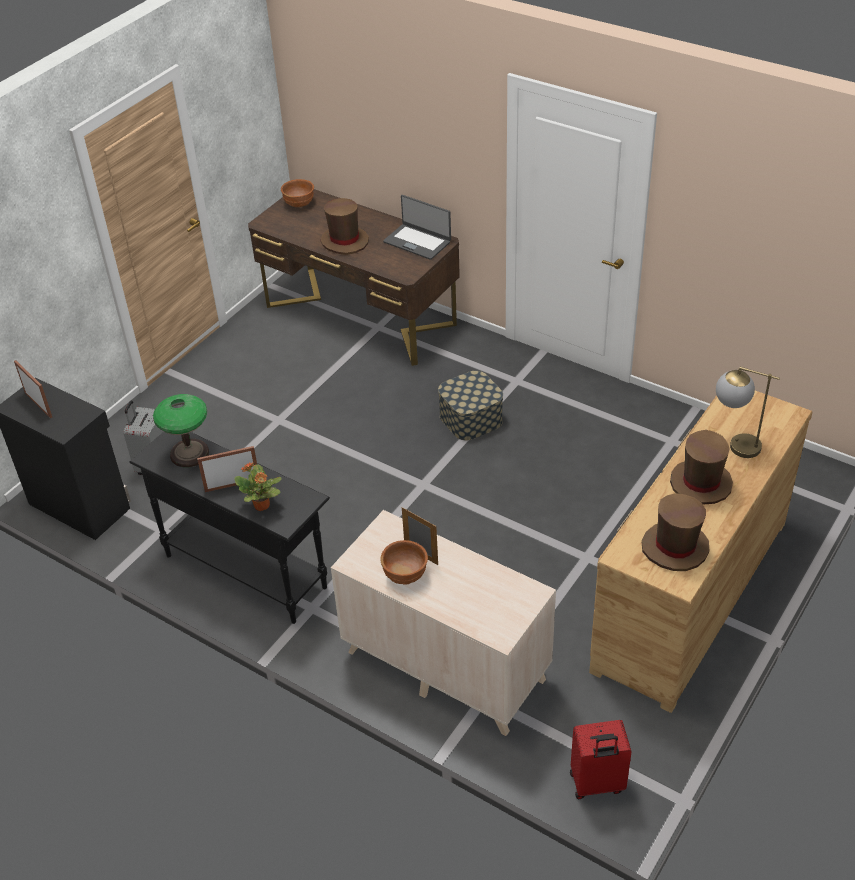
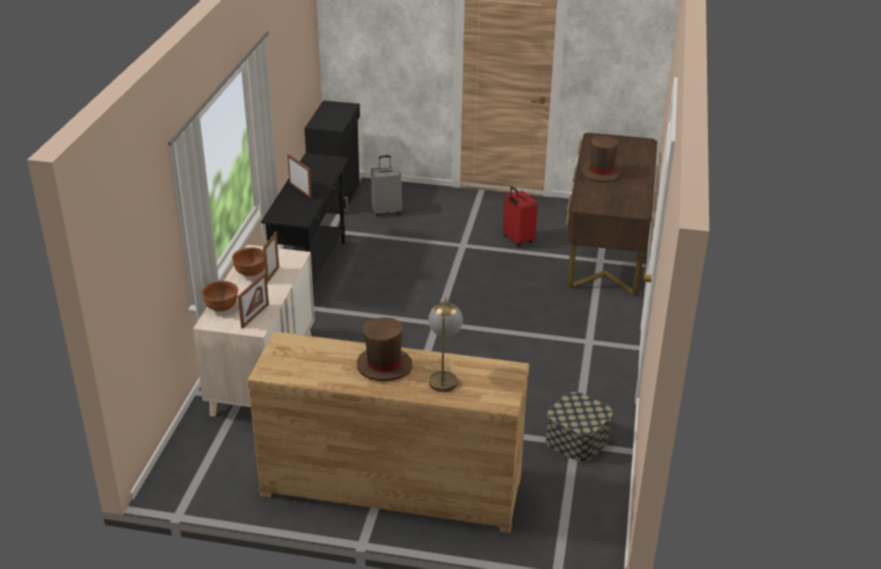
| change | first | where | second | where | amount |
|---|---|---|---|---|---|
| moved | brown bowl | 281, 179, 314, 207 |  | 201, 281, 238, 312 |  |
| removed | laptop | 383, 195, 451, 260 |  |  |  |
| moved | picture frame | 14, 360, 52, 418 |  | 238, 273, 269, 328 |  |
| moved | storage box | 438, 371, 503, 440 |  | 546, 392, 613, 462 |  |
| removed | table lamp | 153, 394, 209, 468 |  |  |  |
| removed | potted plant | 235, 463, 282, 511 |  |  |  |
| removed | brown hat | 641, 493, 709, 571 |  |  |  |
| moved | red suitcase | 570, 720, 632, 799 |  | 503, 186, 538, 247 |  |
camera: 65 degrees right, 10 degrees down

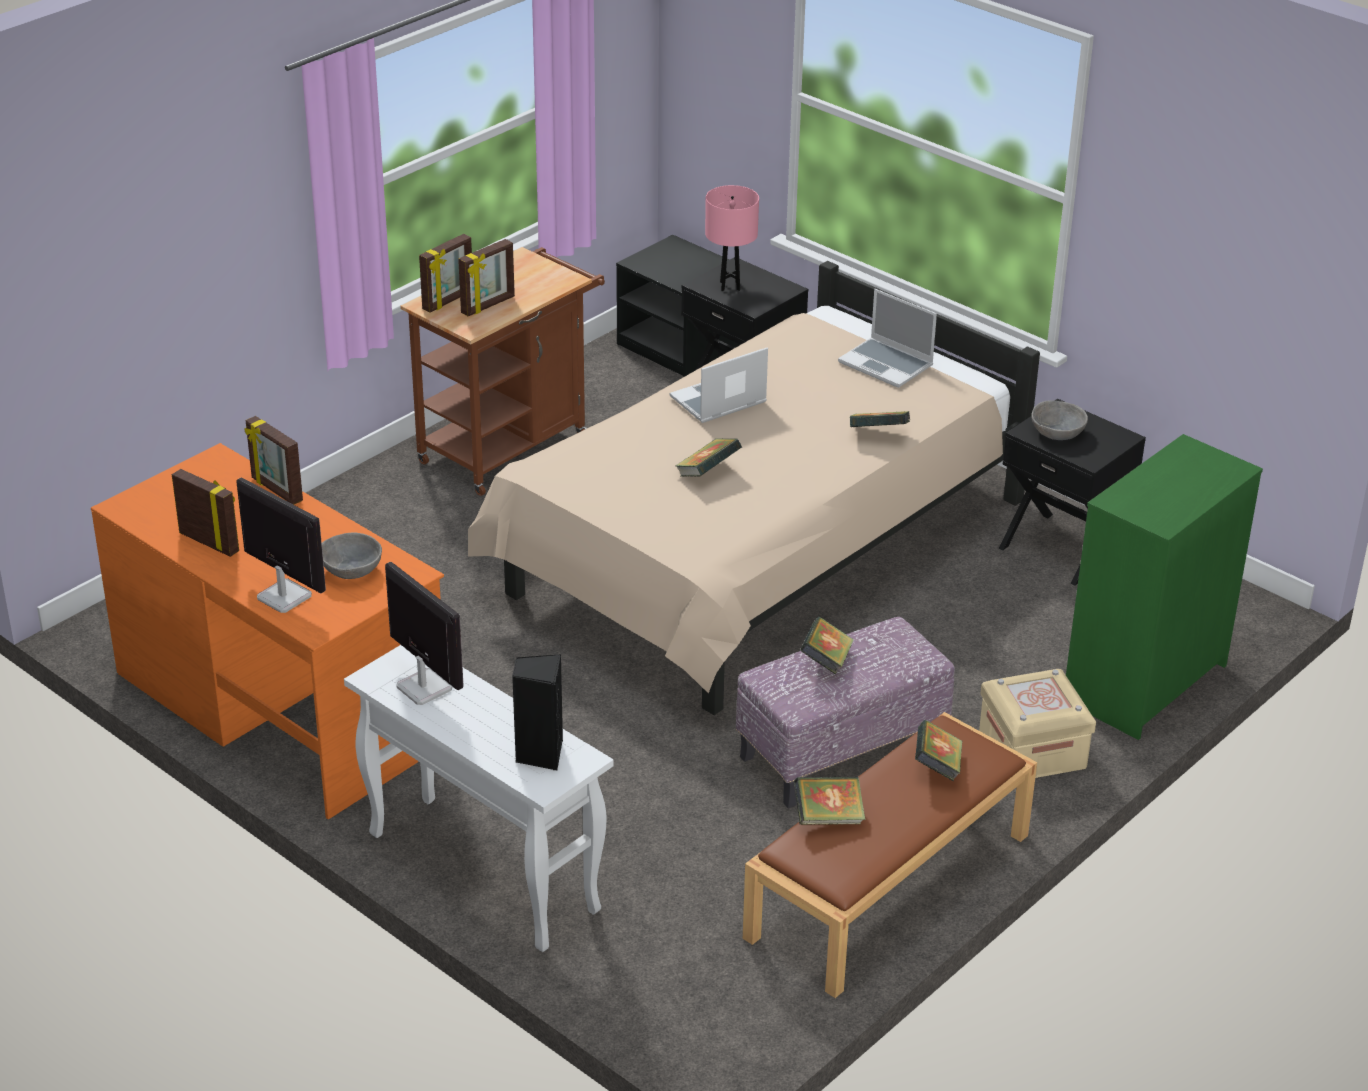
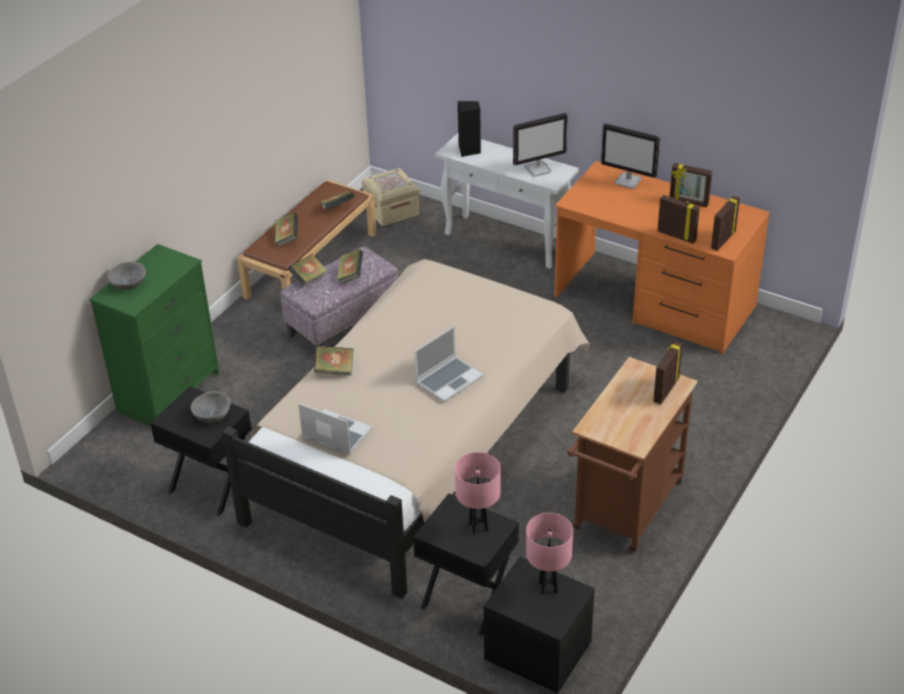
| change | first | where | second | where | amount |
|---|---|---|---|---|---|
| moved | picture frame | 458, 239, 515, 316 |  | 711, 196, 740, 251 |  |
| moved | book | 676, 439, 742, 477 |  | 288, 254, 328, 286 |  |
| moved | grey bowl | 322, 533, 382, 579 |  | 108, 261, 146, 290 |  |
| turned | monitor | 385, 562, 464, 705 |  | 513, 113, 568, 177 | 60 degrees counterclockwise |
| moved | beige storage box | 979, 669, 1096, 778 |  | 362, 168, 420, 226 |  |
| added |  |  | pink table lamp | 526, 513, 573, 595 |  |
camera: 170 degrees right, 5 degrees up

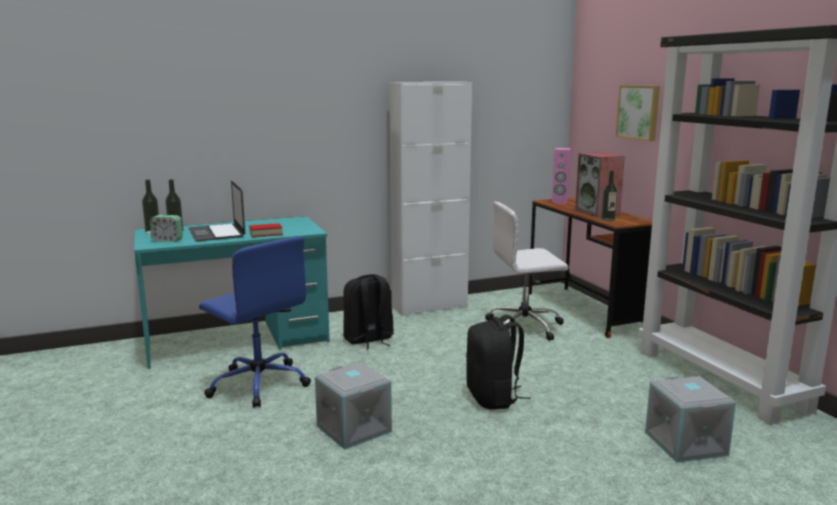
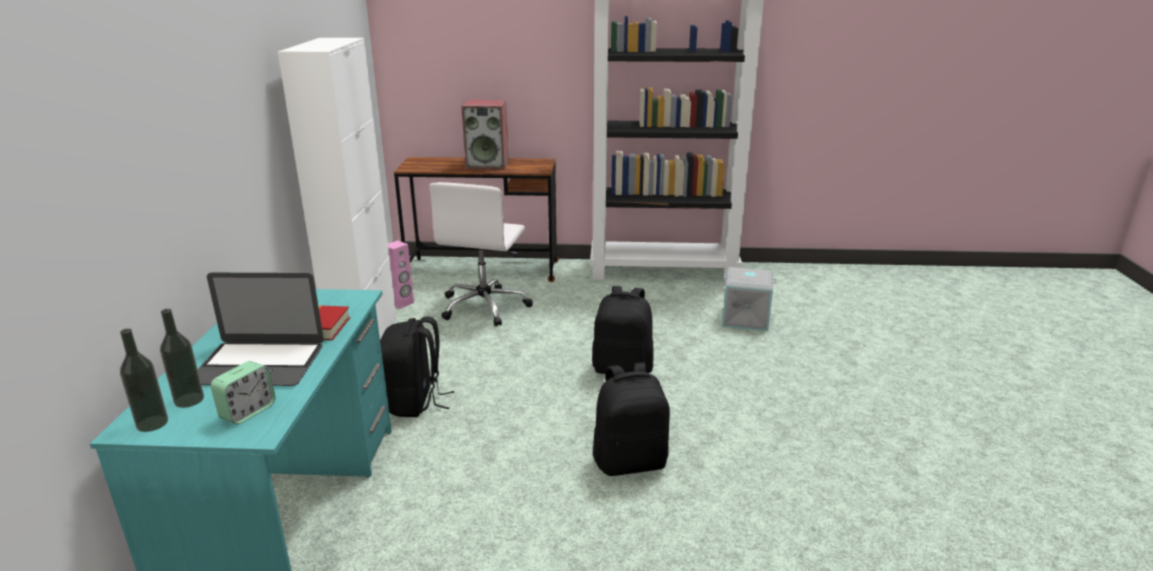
| change | first | where | second | where | amount |
|---|---|---|---|---|---|
| removed | picture | 616, 85, 660, 141 |  |  |  |
| moved | pink speaker | 552, 148, 570, 204 |  | 388, 240, 414, 309 |  |
| removed | bottle | 601, 170, 617, 221 |  |  |  |
| removed | blue office chair | 199, 237, 311, 408 |  |  |  |
| replaced | grey storage box | 315, 362, 392, 450 | black backpack | 593, 362, 670, 476 |  |
camera: 65 degrees left, 10 degrees up

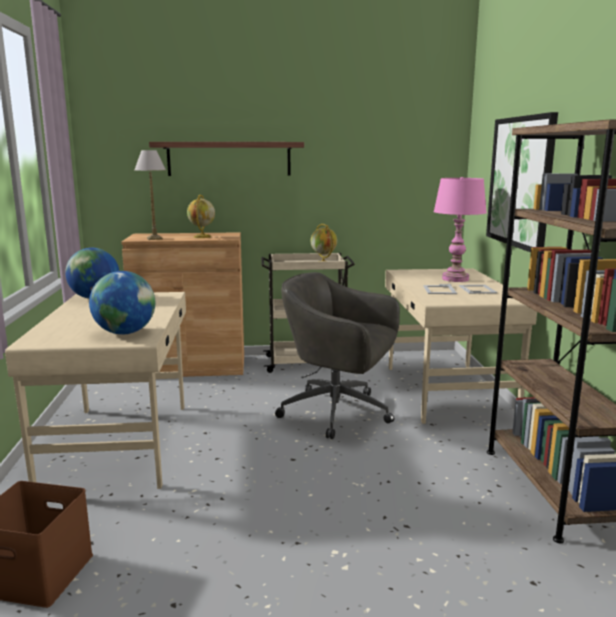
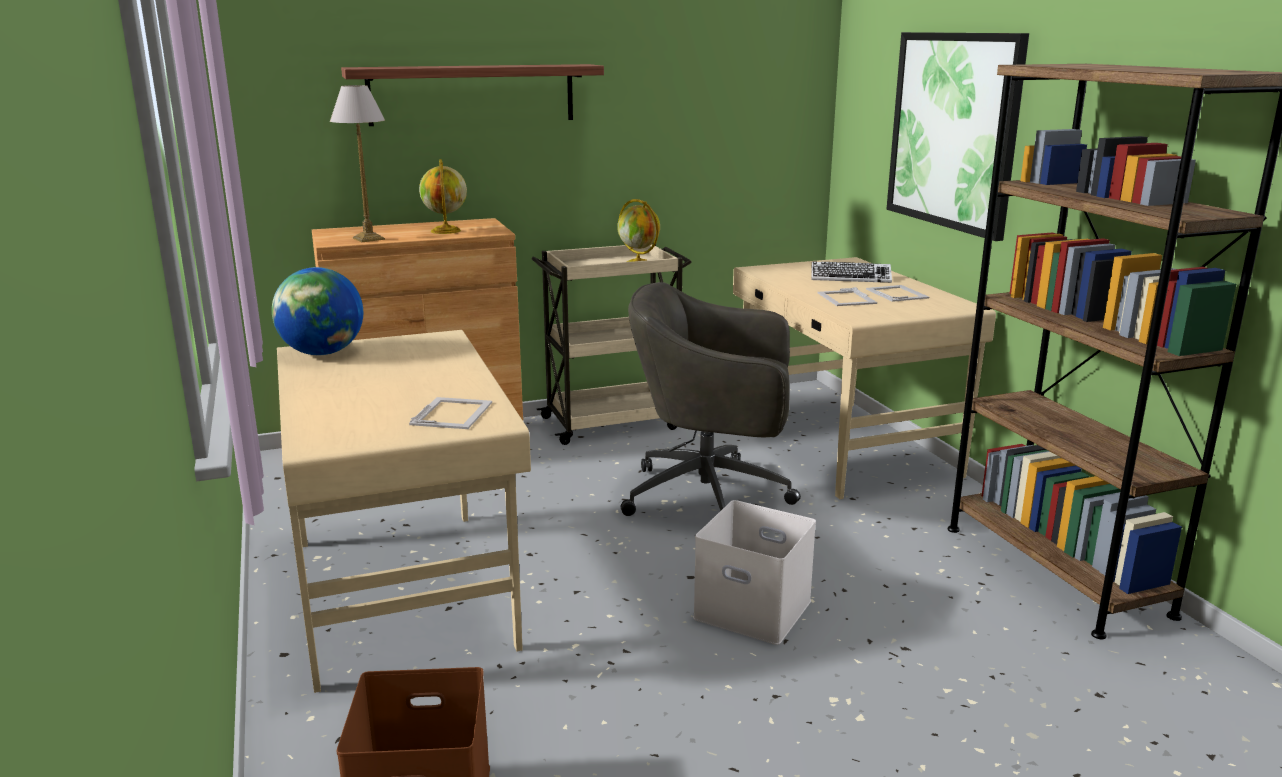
| change | first | where | second | where | amount |
|---|---|---|---|---|---|
| replaced | pink table lamp | 434, 177, 487, 282 | keyboard | 811, 261, 892, 283 |  |
| replaced | globe | 89, 271, 155, 334 | picture frame | 409, 397, 492, 429 |  |
| added |  |  | white storage box | 693, 500, 816, 645 |  |
camera: 15 degrees left, 5 degrees up

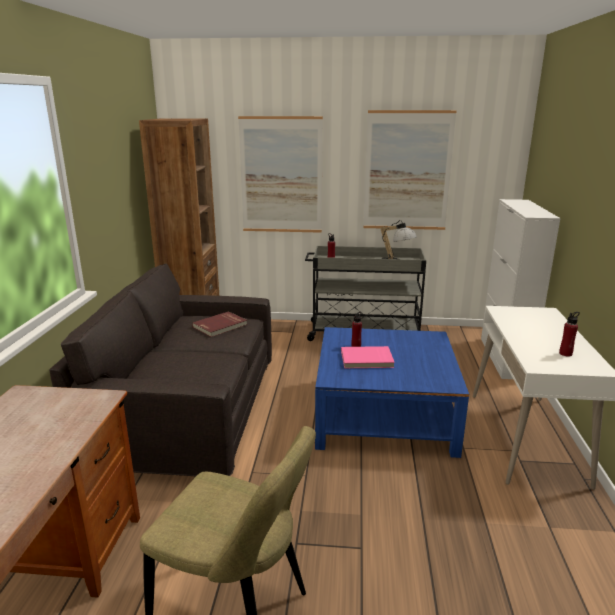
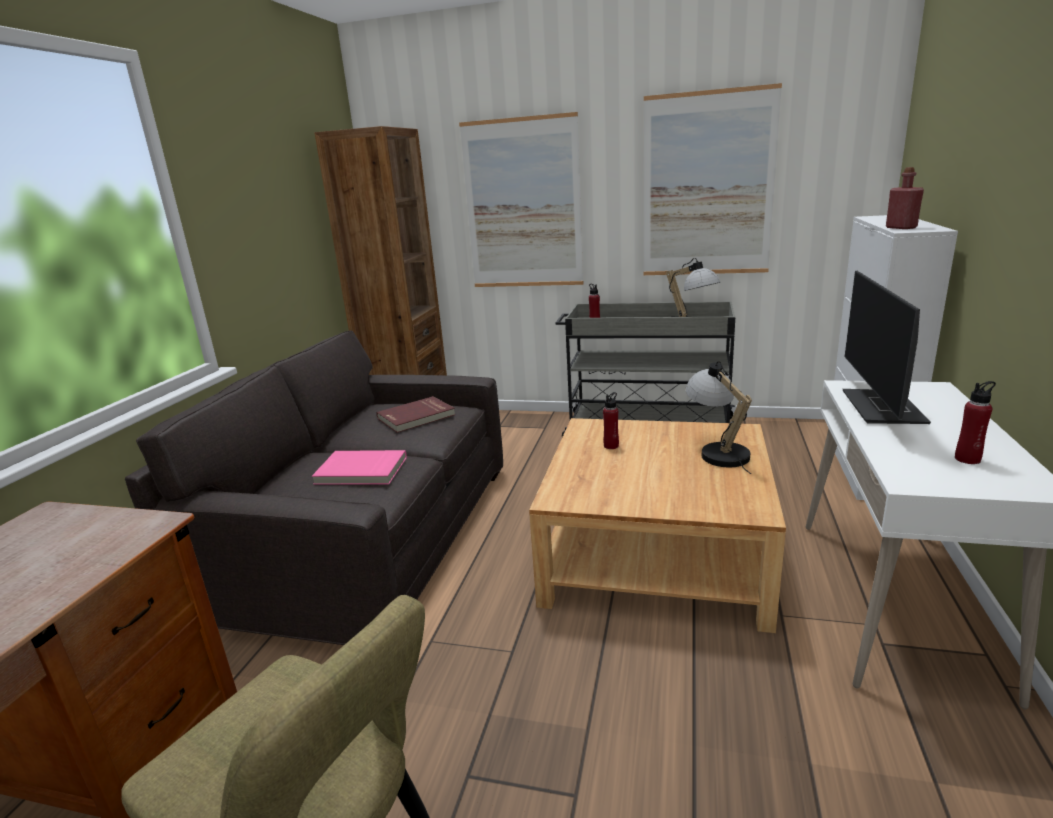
| change | first | where | second | where | amount |
|---|---|---|---|---|---|
| recoloured | blue coffee table | 315, 327, 469, 458 | beige coffee table | 529, 418, 786, 633 |  |
| moved | pink book | 341, 346, 395, 368 |  | 312, 450, 407, 485 |  |
| added |  |  | red bottle | 886, 167, 924, 229 |  |
| added |  |  | monitor | 843, 271, 931, 424 |  |
| added |  |  | table lamp | 685, 361, 752, 474 |  |
camera: 10 degrees right, 0 degrees up

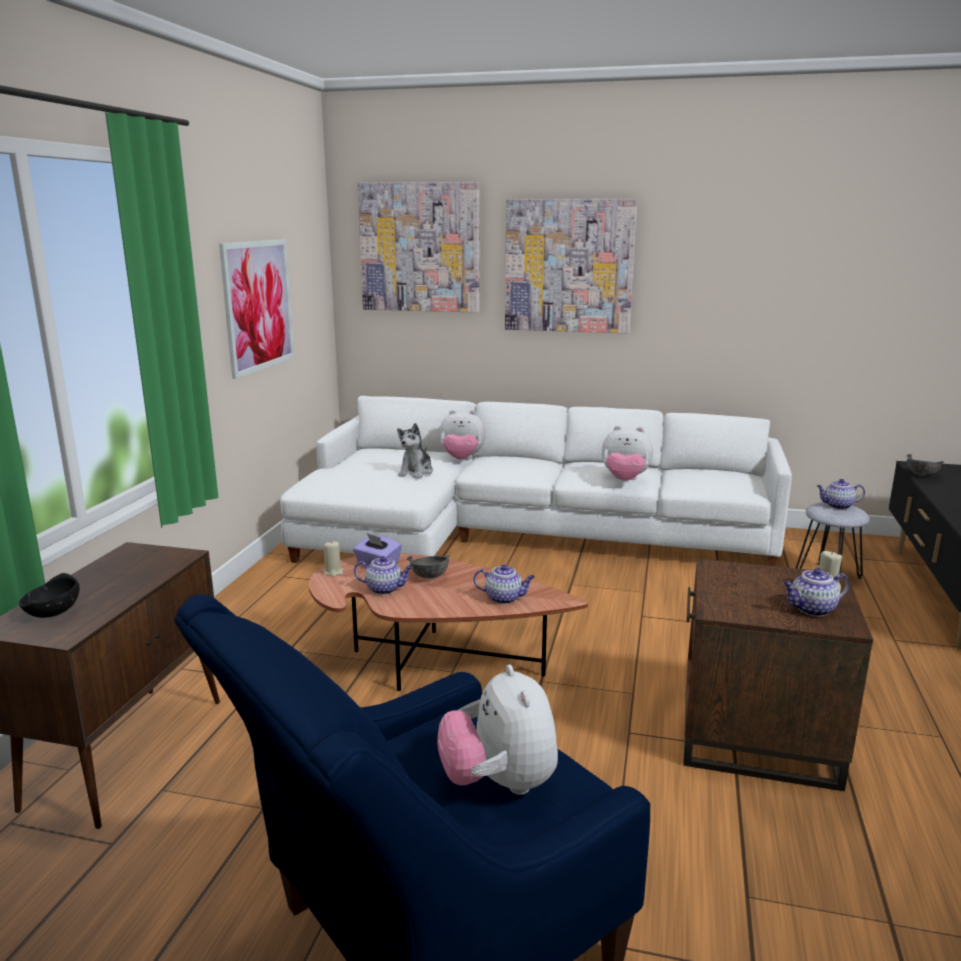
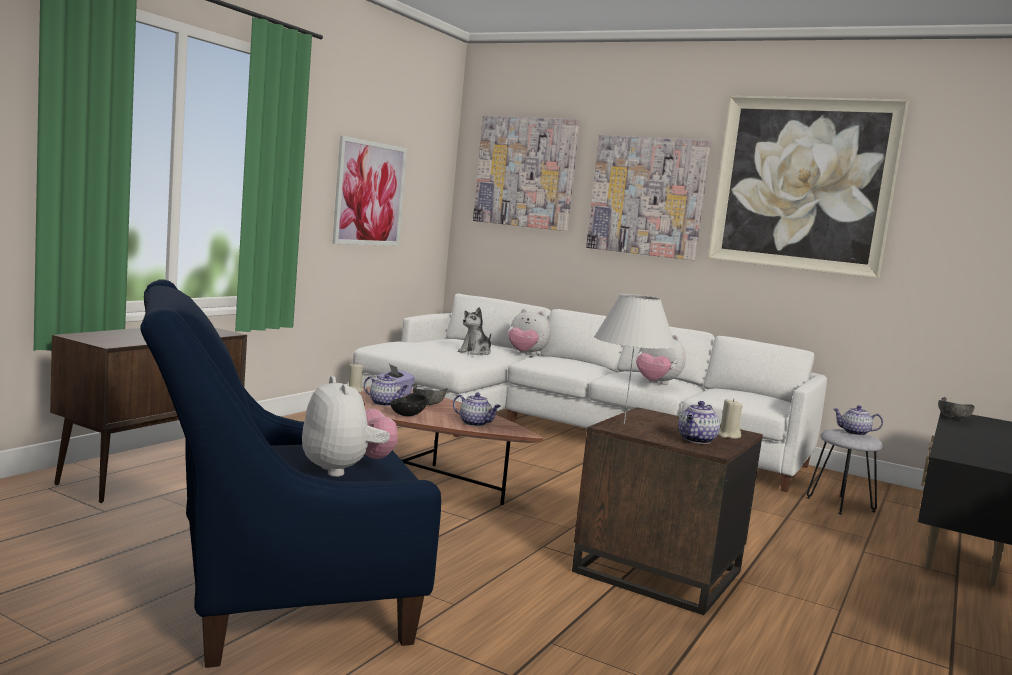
| change | first | where | second | where | amount |
|---|---|---|---|---|---|
| turned | teapot | 783, 568, 849, 616 |  | 678, 401, 720, 444 | 60 degrees counterclockwise |
| moved | black bowl | 19, 573, 79, 618 |  | 390, 392, 427, 416 |  |
| turned | plush toy | 437, 664, 558, 795 |  | 302, 376, 398, 477 | 150 degrees clockwise |
| added |  |  | picture | 708, 96, 909, 279 |  |
| added |  |  | white table lamp | 594, 294, 676, 424 |  |
camera: 15 degrees right, 10 degrees down

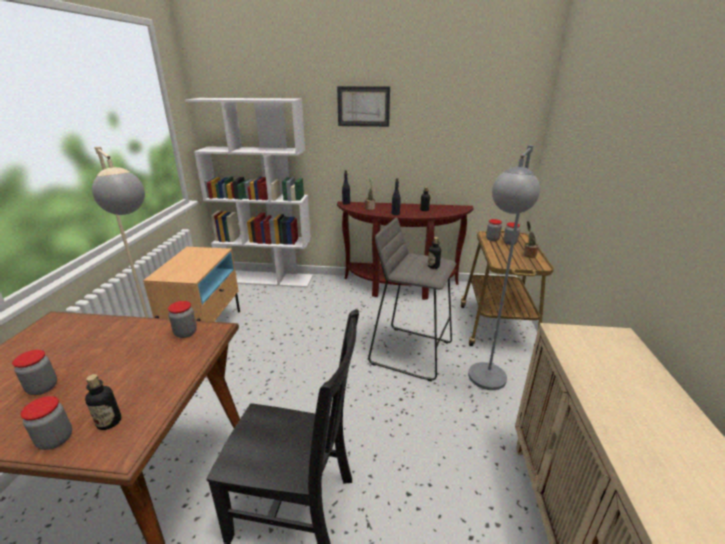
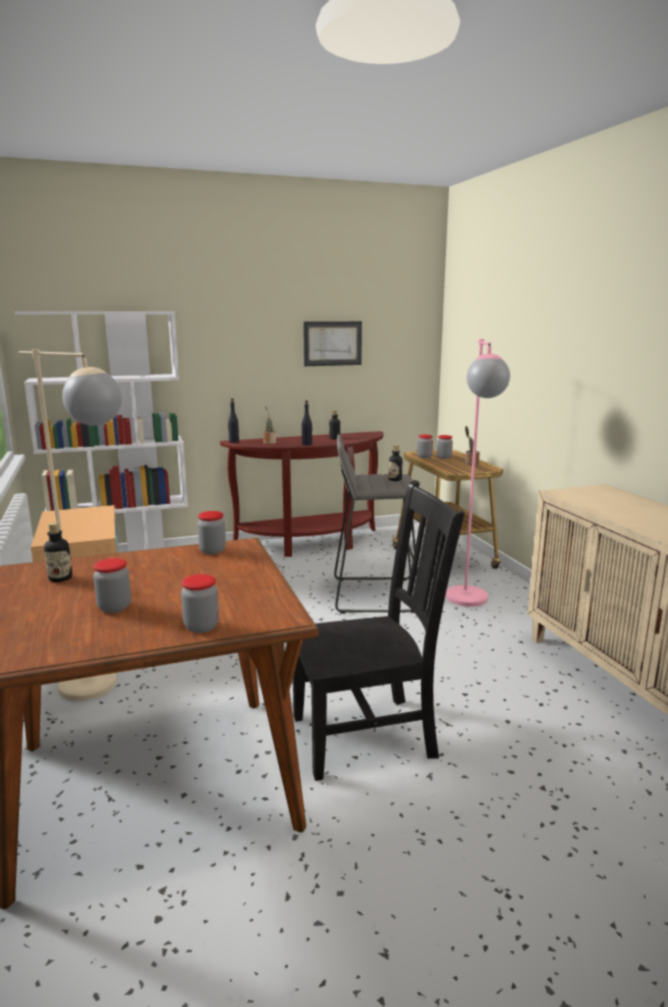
| change | first | where | second | where | amount |
|---|---|---|---|---|---|
| moved | picture | 337, 86, 390, 127 |  | 303, 321, 362, 366 |  |
| recoloured | grey floor lamp | 468, 145, 540, 390 | pink floor lamp | 446, 339, 510, 607 |  |
| moved | bottle | 85, 374, 121, 430 |  | 44, 522, 72, 582 |  |
camera: 25 degrees left, 10 degrees down

